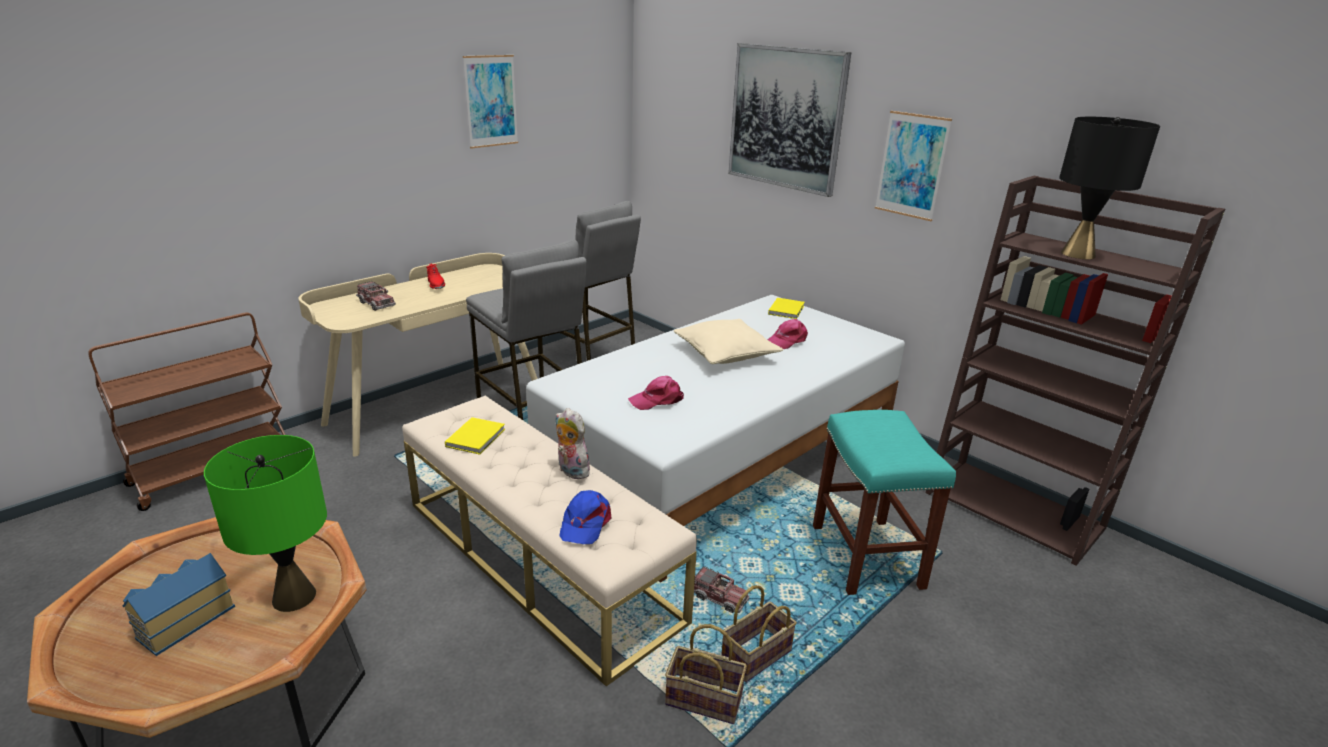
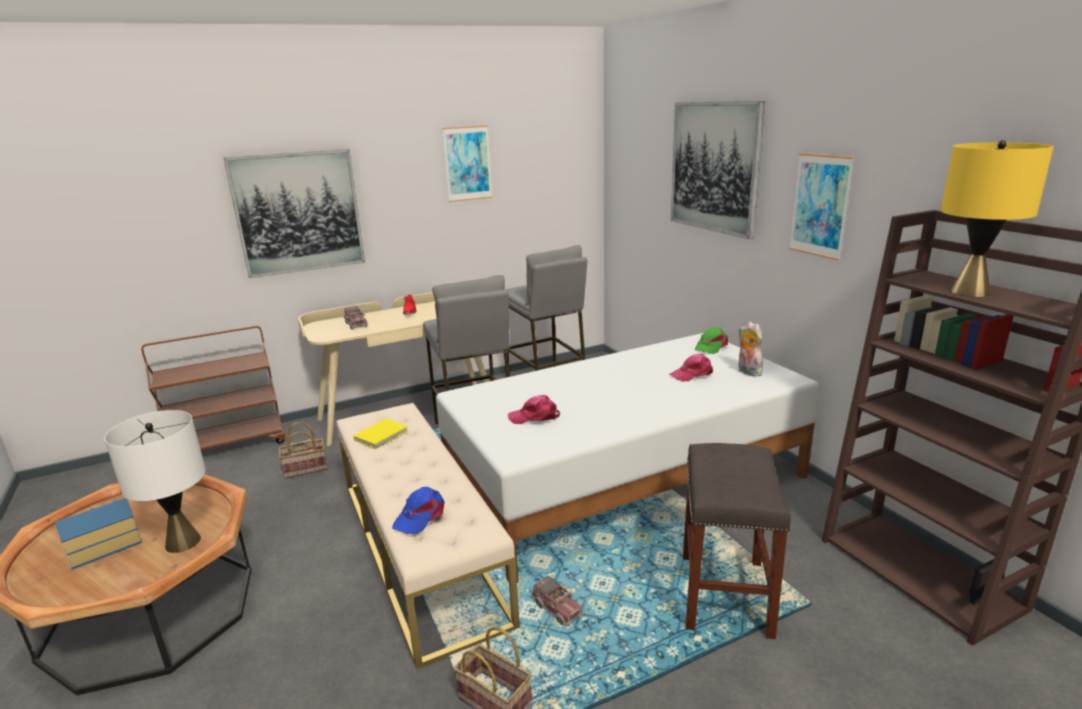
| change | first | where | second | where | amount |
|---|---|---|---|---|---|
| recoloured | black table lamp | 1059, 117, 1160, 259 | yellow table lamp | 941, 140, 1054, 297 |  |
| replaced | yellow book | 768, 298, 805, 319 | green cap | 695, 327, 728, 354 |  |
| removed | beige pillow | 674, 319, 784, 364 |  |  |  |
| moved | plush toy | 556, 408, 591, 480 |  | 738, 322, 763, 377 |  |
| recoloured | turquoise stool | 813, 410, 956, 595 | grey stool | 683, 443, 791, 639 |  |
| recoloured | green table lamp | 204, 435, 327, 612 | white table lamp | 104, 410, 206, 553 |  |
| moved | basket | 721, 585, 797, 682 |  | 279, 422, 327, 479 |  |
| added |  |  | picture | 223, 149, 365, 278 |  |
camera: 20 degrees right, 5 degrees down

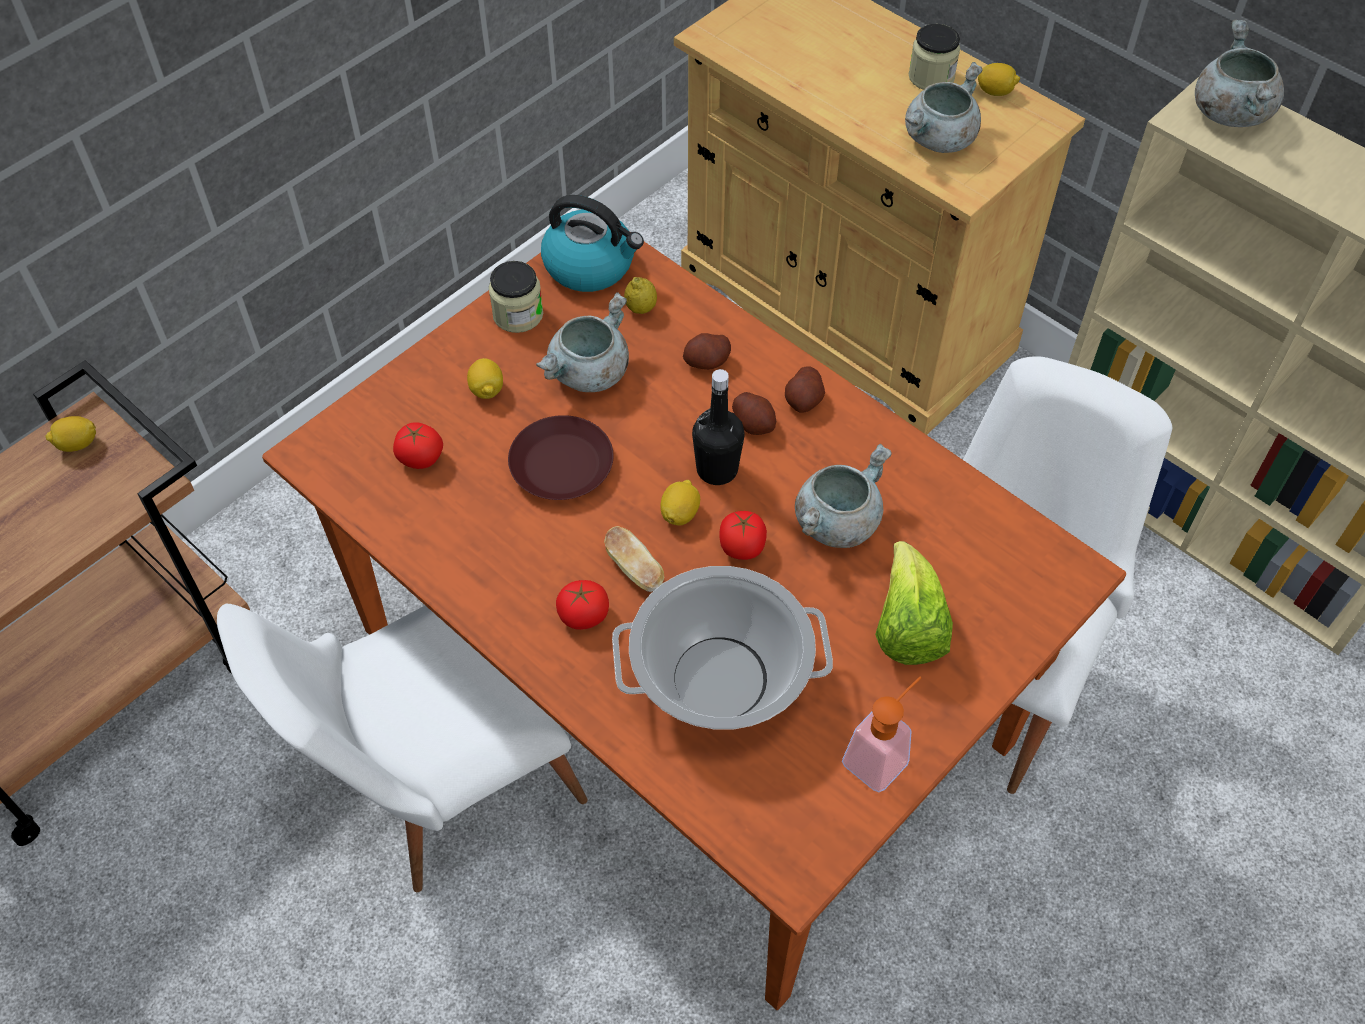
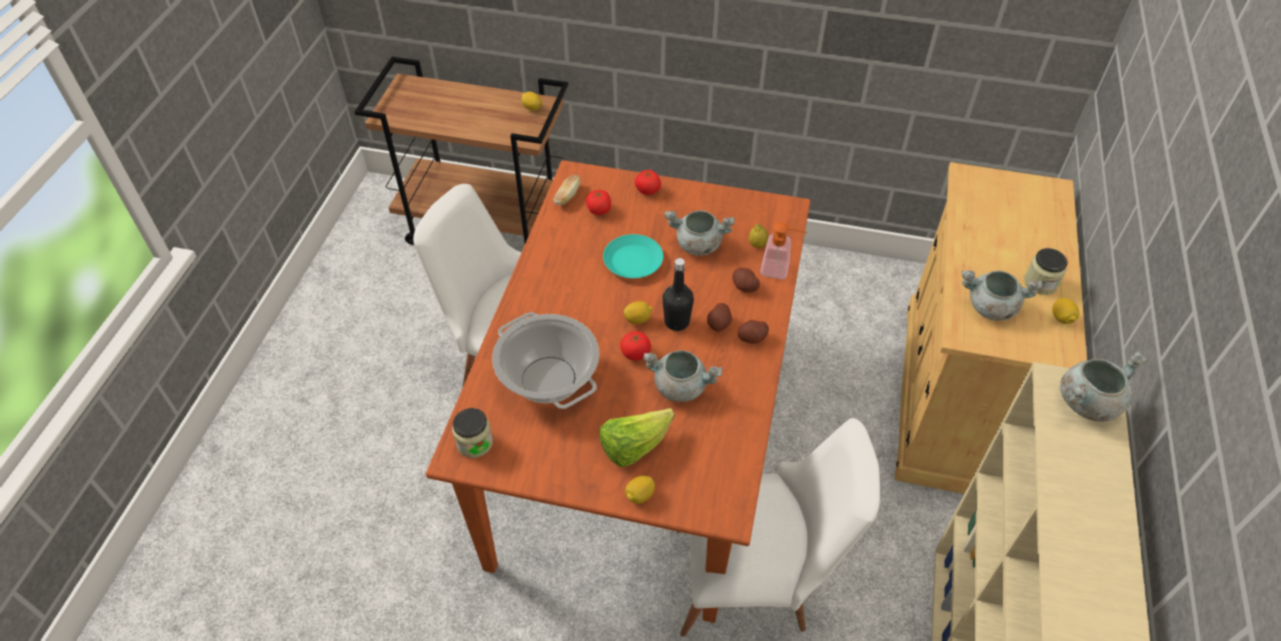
| change | first | where | second | where | amount |
|---|---|---|---|---|---|
| removed | kettle | 541, 195, 644, 292 |  |  |  |
| moved | jar | 488, 261, 543, 333 |  | 452, 408, 493, 458 |  |
| moved | lemon | 467, 358, 503, 399 |  | 625, 476, 655, 504 |  |
| recoloured | brown plate | 508, 415, 614, 500 | turquoise plate | 603, 234, 663, 278 |  |
| moved | bread | 604, 526, 664, 592 |  | 553, 175, 580, 205 |  |
| moved | tomato | 556, 580, 609, 630 |  | 635, 170, 661, 195 |  |
| moved | soap dispenser | 842, 677, 922, 793 |  | 760, 222, 808, 279 |  |
camera: 60 degrees right, 5 degrees down

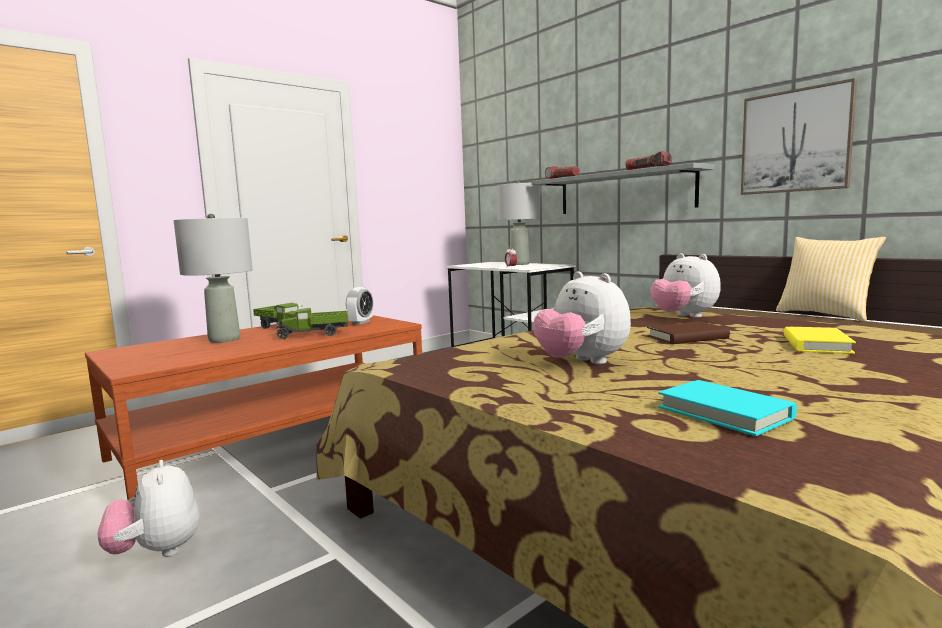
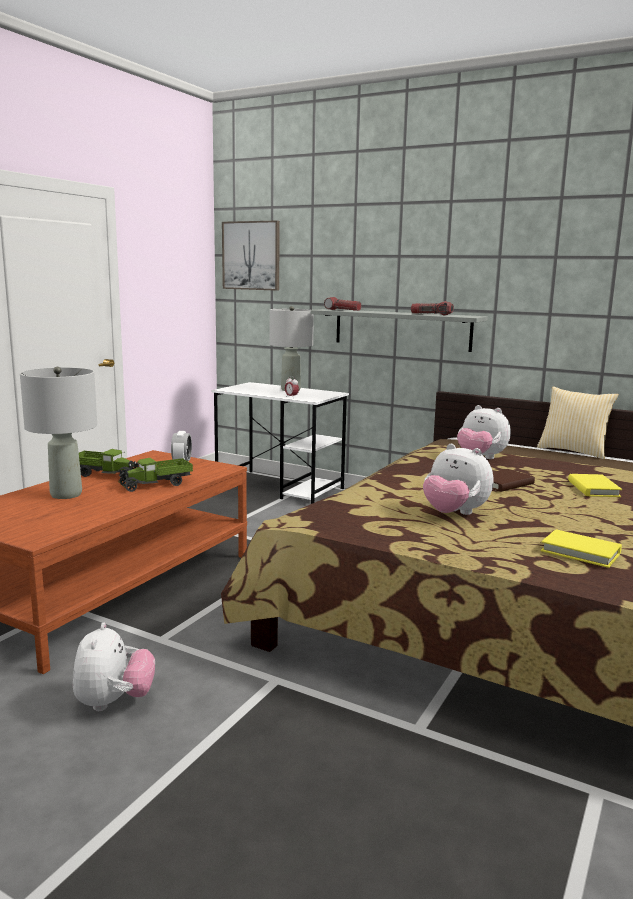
| change | first | where | second | where | amount |
|---|---|---|---|---|---|
| moved | picture | 741, 78, 857, 195 |  | 222, 220, 280, 291 |  |
| recoloured | turquoise book | 658, 380, 797, 436 | yellow book | 541, 529, 622, 568 |  |
| turned | plush toy | 97, 460, 200, 557 |  | 73, 623, 155, 711 | 135 degrees counterclockwise |
camera: 20 degrees left, 5 degrees up

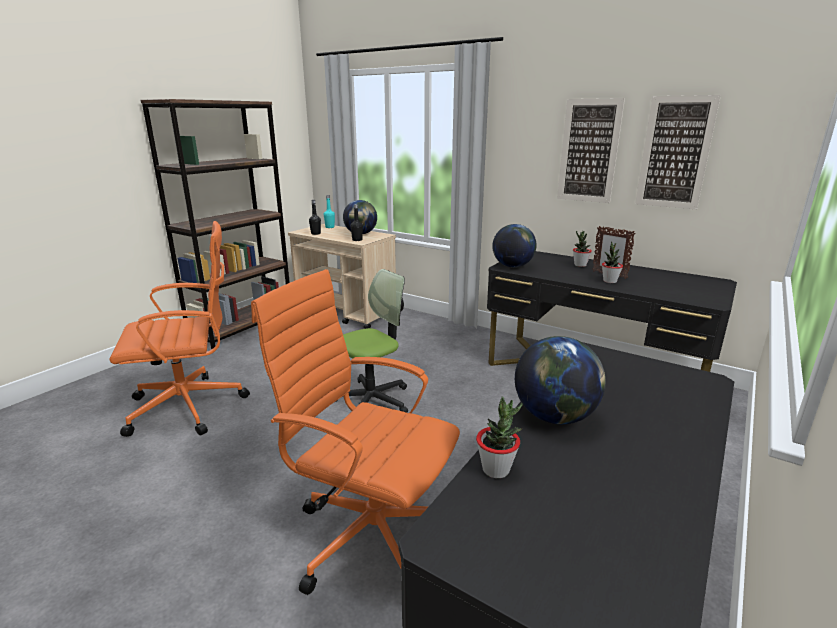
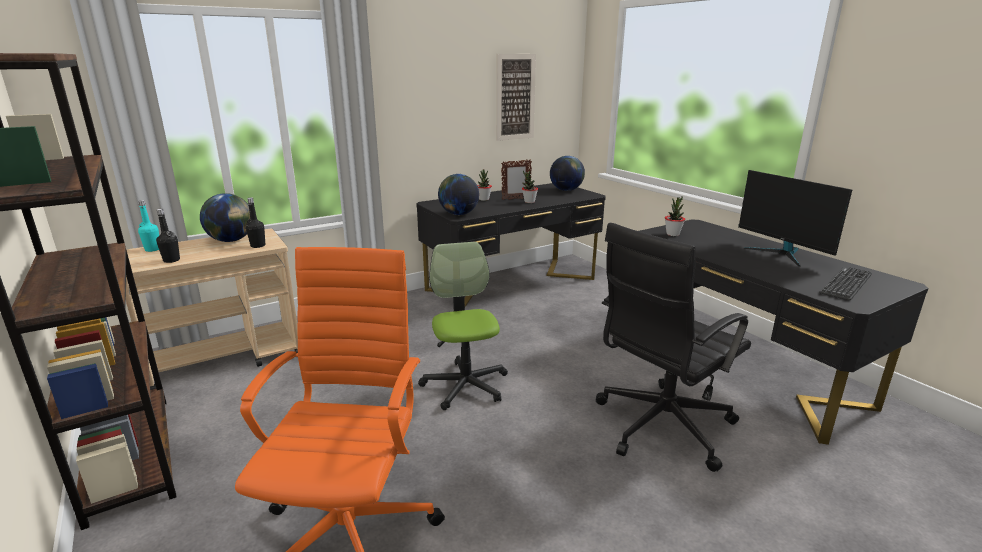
| change | first | where | second | where | amount |
|---|---|---|---|---|---|
| removed | picture | 557, 98, 625, 203 |  |  |  |
| recoloured | orange office chair | 251, 269, 460, 595 | black office chair | 596, 222, 751, 472 |  |
| moved | globe | 515, 336, 606, 424 |  | 550, 156, 585, 191 |  |
| moved | potted plant | 476, 396, 523, 478 |  | 665, 196, 685, 236 |  |
| added |  |  | monitor | 738, 170, 852, 267 |  |
| added |  |  | keyboard | 819, 267, 872, 301 |  |
camera: 65 degrees left, 0 degrees up

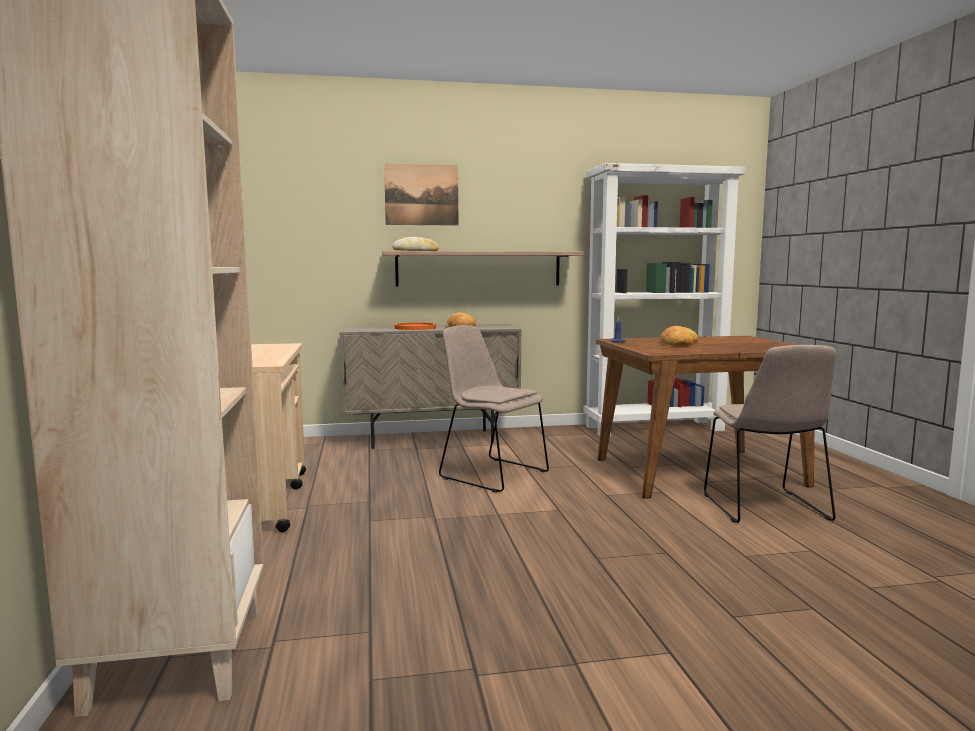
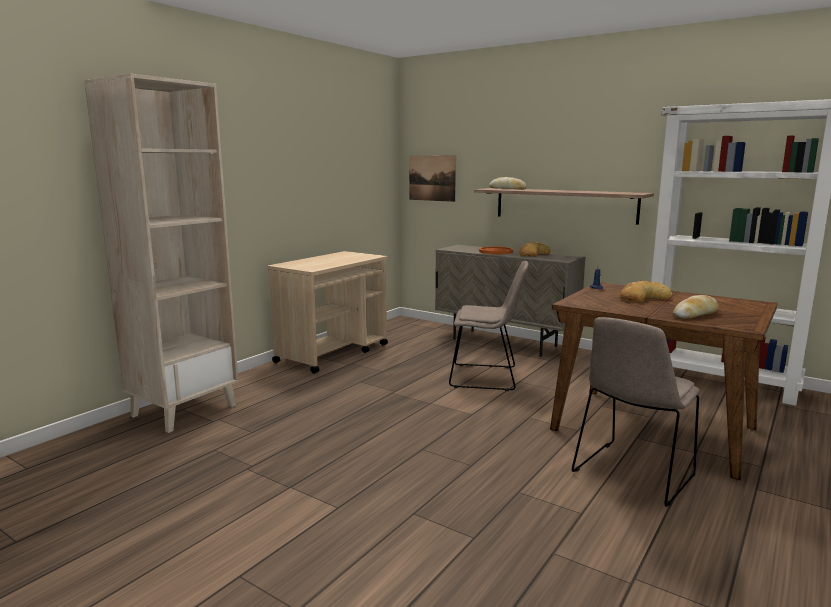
| change | first | where | second | where | amount |
|---|---|---|---|---|---|
| moved | picture | 384, 164, 458, 226 |  | 409, 156, 456, 202 |  |
| turned | beige chair | 439, 325, 549, 493 |  | 449, 261, 529, 391 | 105 degrees clockwise |
| added |  |  | bread | 673, 295, 719, 319 |  |
camera: 45 degrees right, 5 degrees up

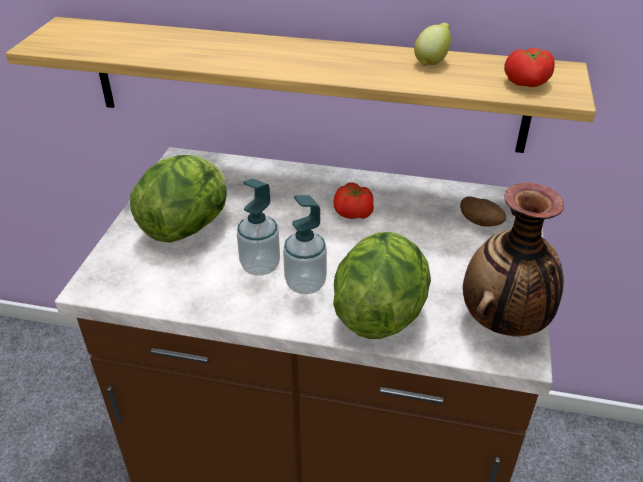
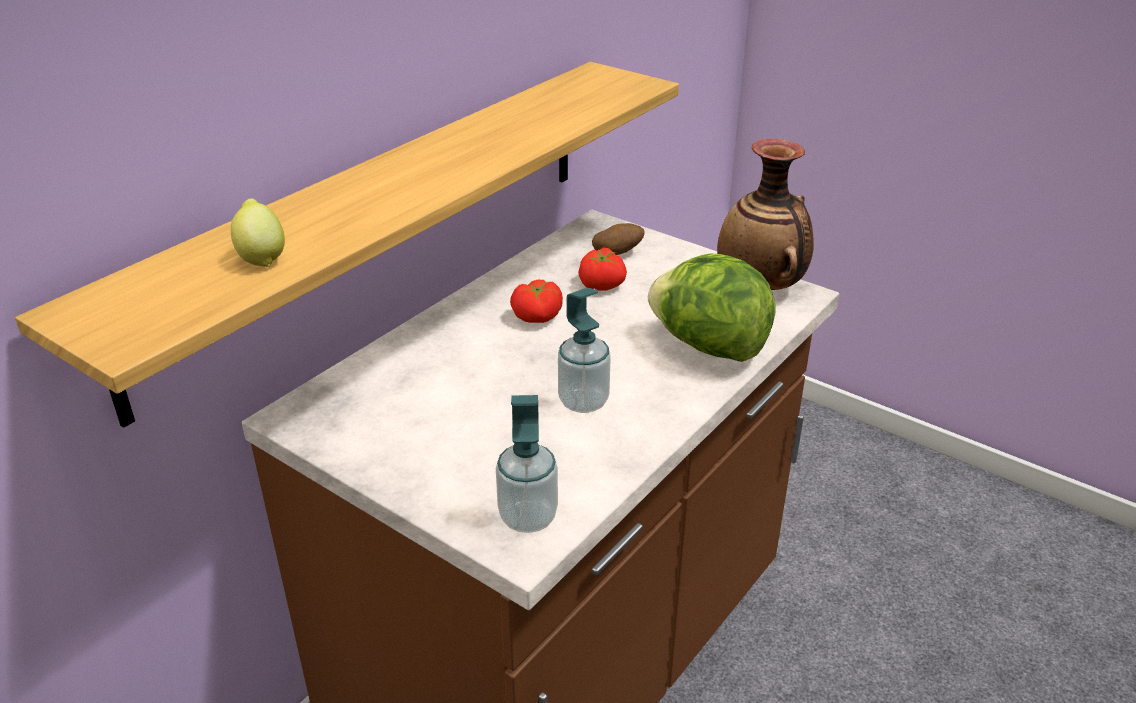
| change | first | where | second | where | amount |
|---|---|---|---|---|---|
| moved | lemon | 414, 23, 451, 66 |  | 231, 198, 285, 267 |  |
| moved | tomato | 504, 48, 555, 87 |  | 579, 247, 627, 291 |  |
| removed | lettuce | 130, 155, 227, 243 |  |  |  |
| moved | soap dispenser | 283, 195, 327, 294 |  | 496, 395, 558, 533 |  |
camera: 65 degrees left, 5 degrees down

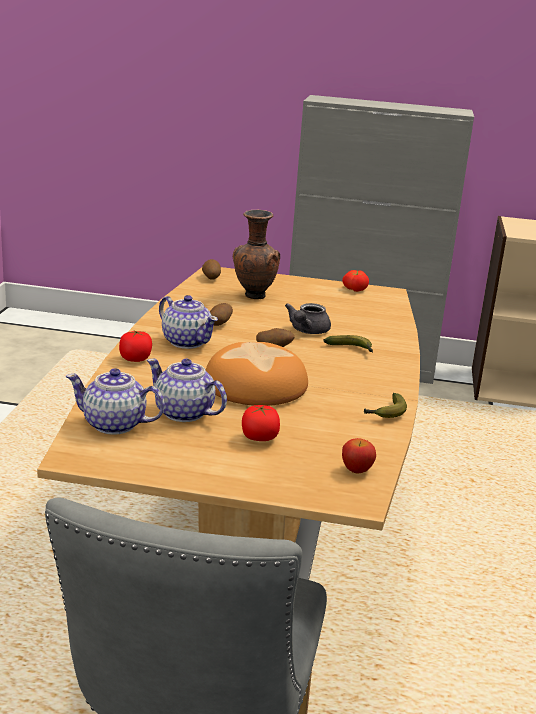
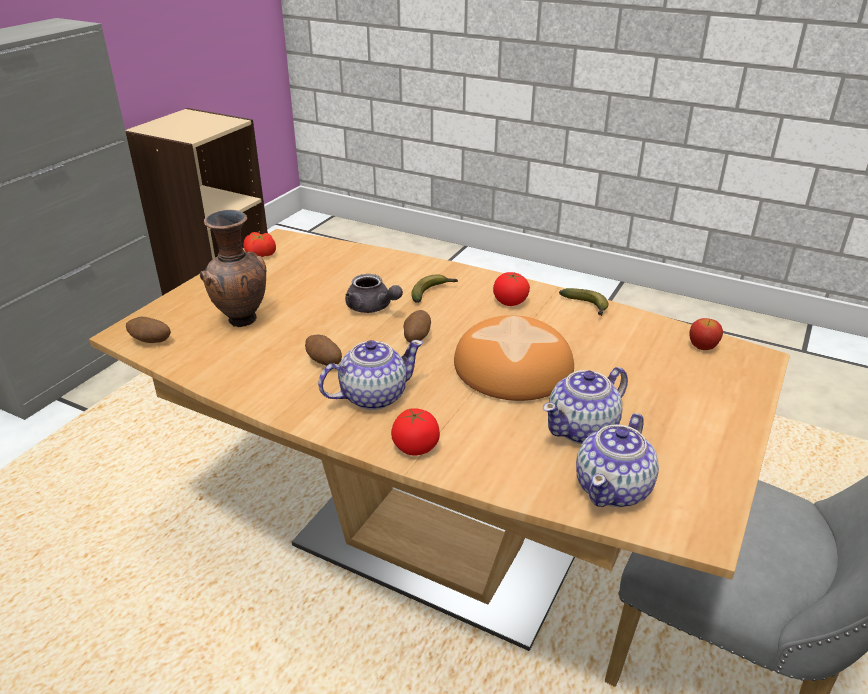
| change | first | where | second | where | amount |
|---|---|---|---|---|---|
| moved | tomato | 242, 405, 280, 441 |  | 493, 272, 530, 306 |  |
camera: 70 degrees left, 10 degrees up

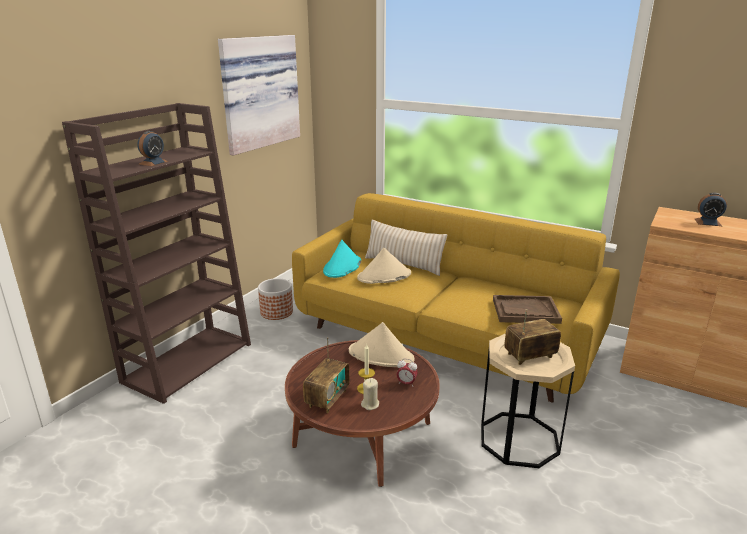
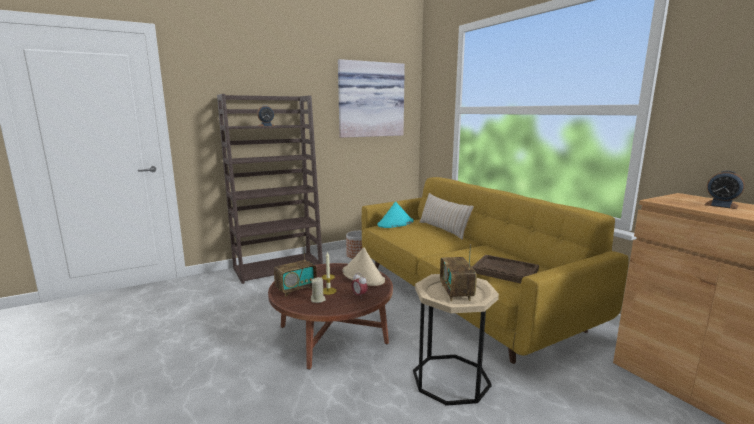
| change | first | where | second | where | amount |
|---|---|---|---|---|---|
| removed | beige hat | 357, 248, 411, 284 |  |  |  |
| turned | radio | 504, 309, 561, 365 |  | 440, 244, 477, 302 | 105 degrees counterclockwise |
camera: 30 degrees right, 10 degrees down

